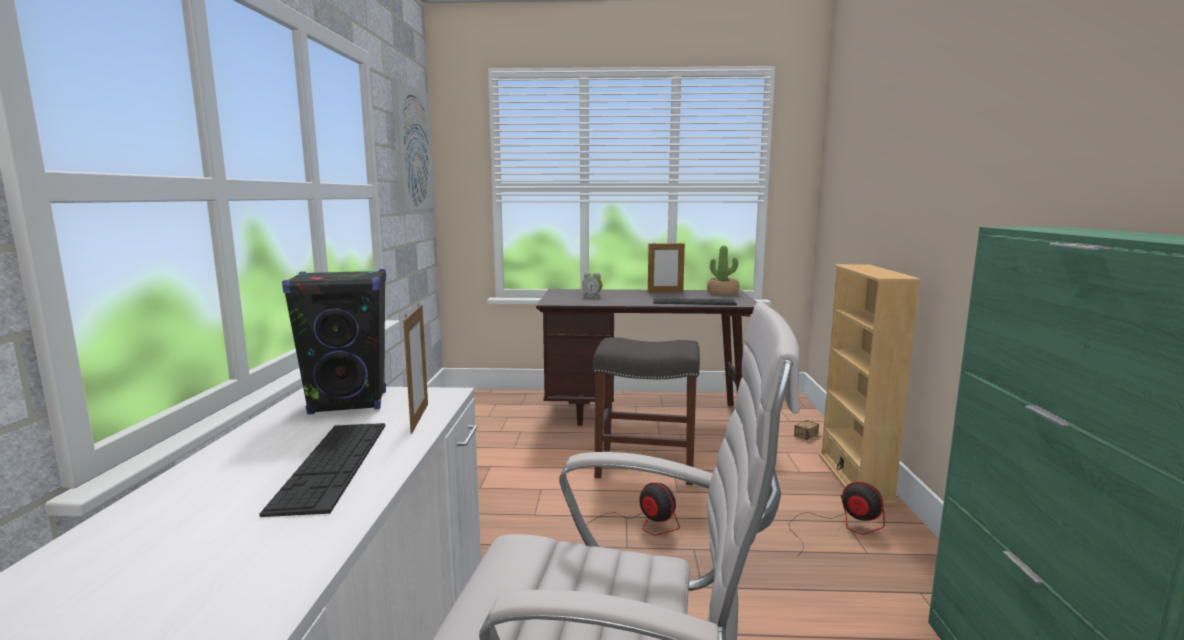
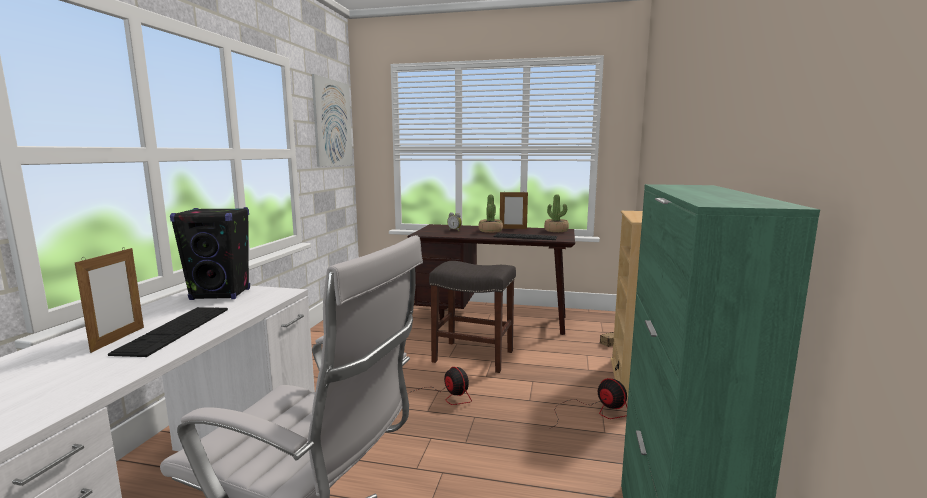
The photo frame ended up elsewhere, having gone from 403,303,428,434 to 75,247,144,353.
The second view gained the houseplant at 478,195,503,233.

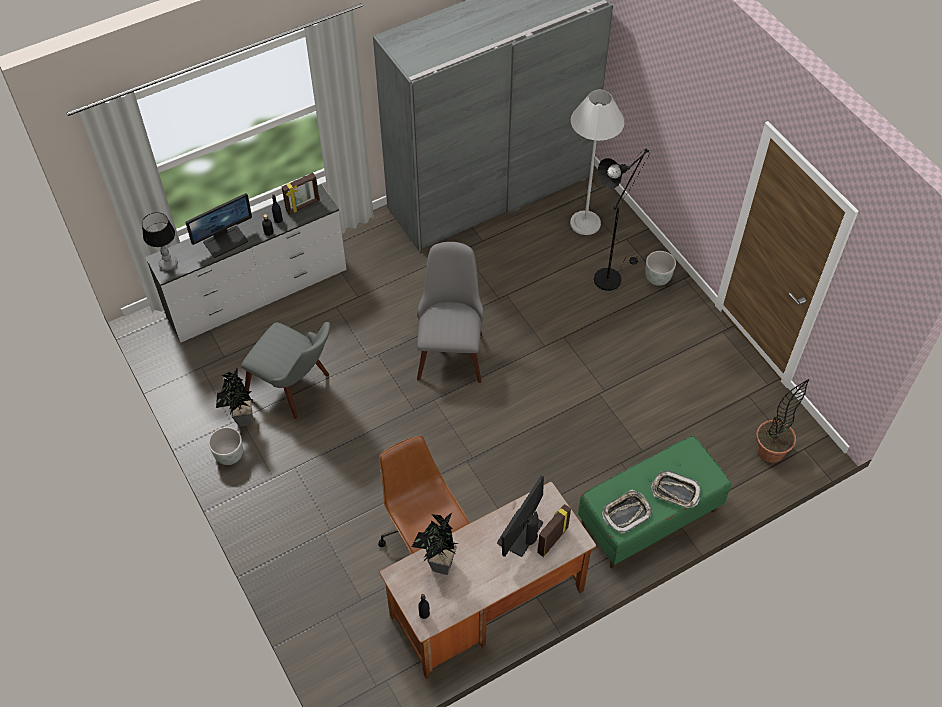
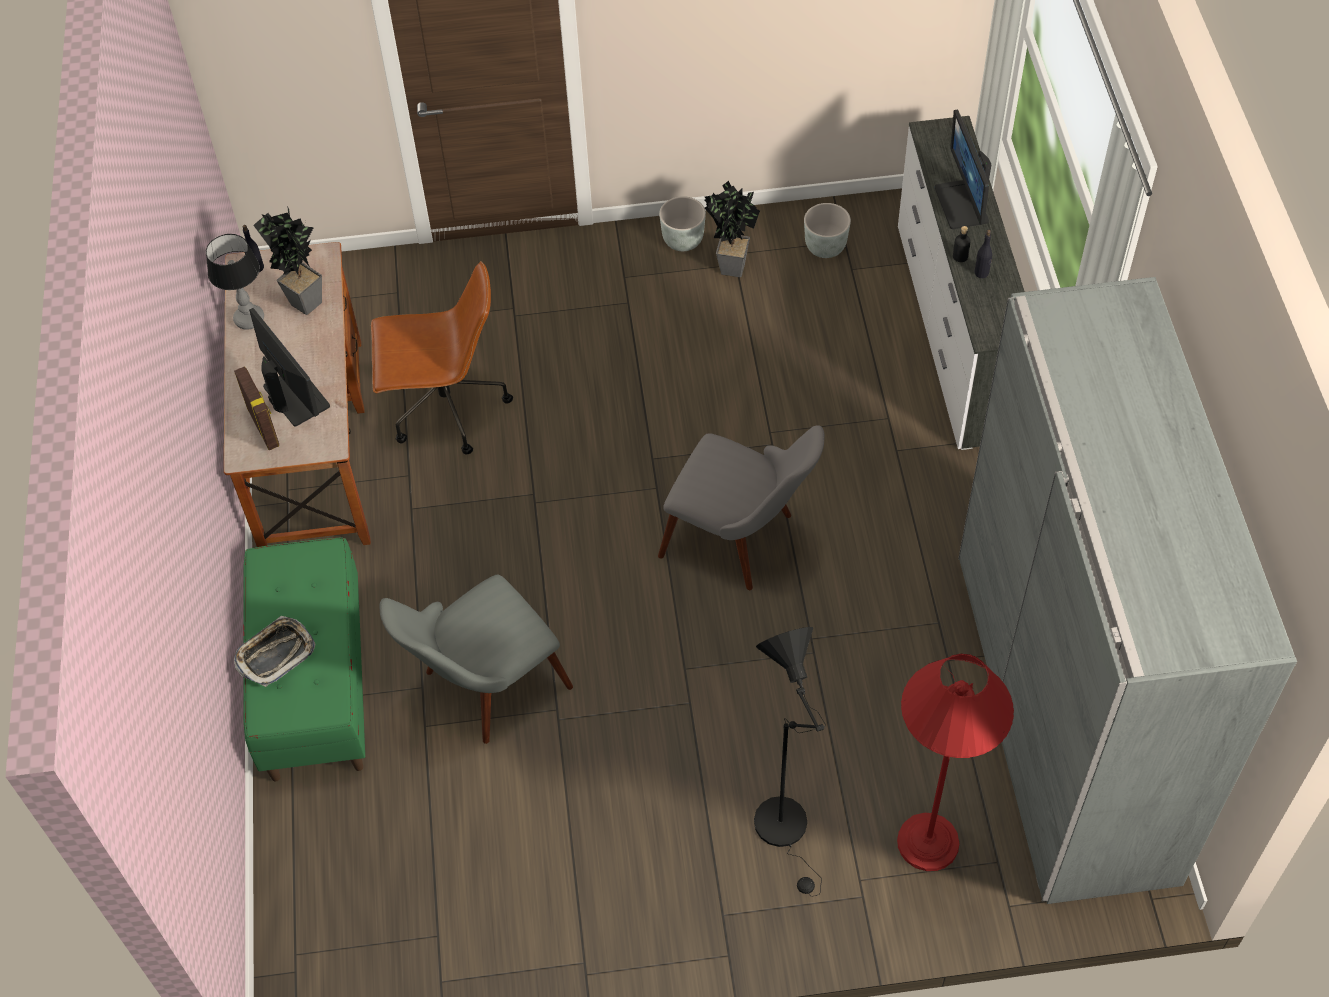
The tabletop lamp ended up elsewhere, having gone from 142,212,178,271 to 206,234,264,330.
The upright chair/grey ended up elsewhere, having gone from 241,322,331,419 to 380,575,573,744.
The planter/grey ended up elsewhere, having gone from 645,251,676,286 to 804,203,851,258.
What was the floor lamp/whitish at 570,89,625,235 turned into the floor lamp/red-coloured at 897,654,1014,871.
The second view lost the photo frame at 282,173,320,214.
The second view lost the serving tray at 602,489,653,534.
The second view lost the houseplant at 756,379,809,463.

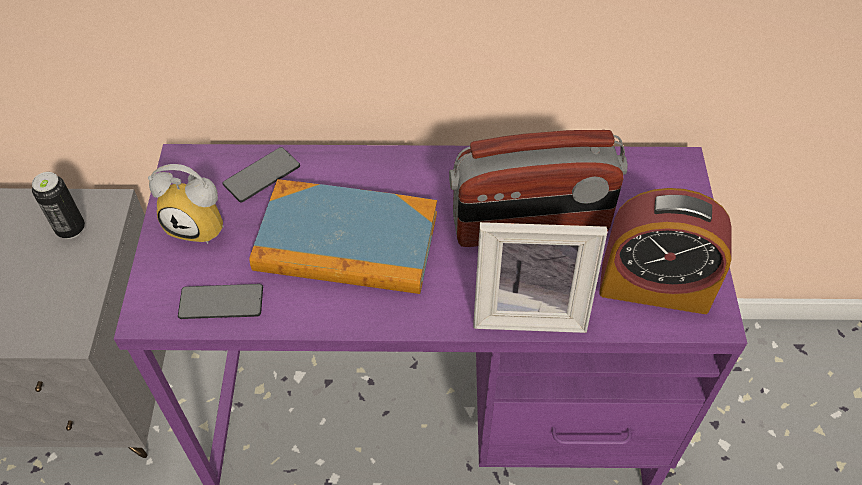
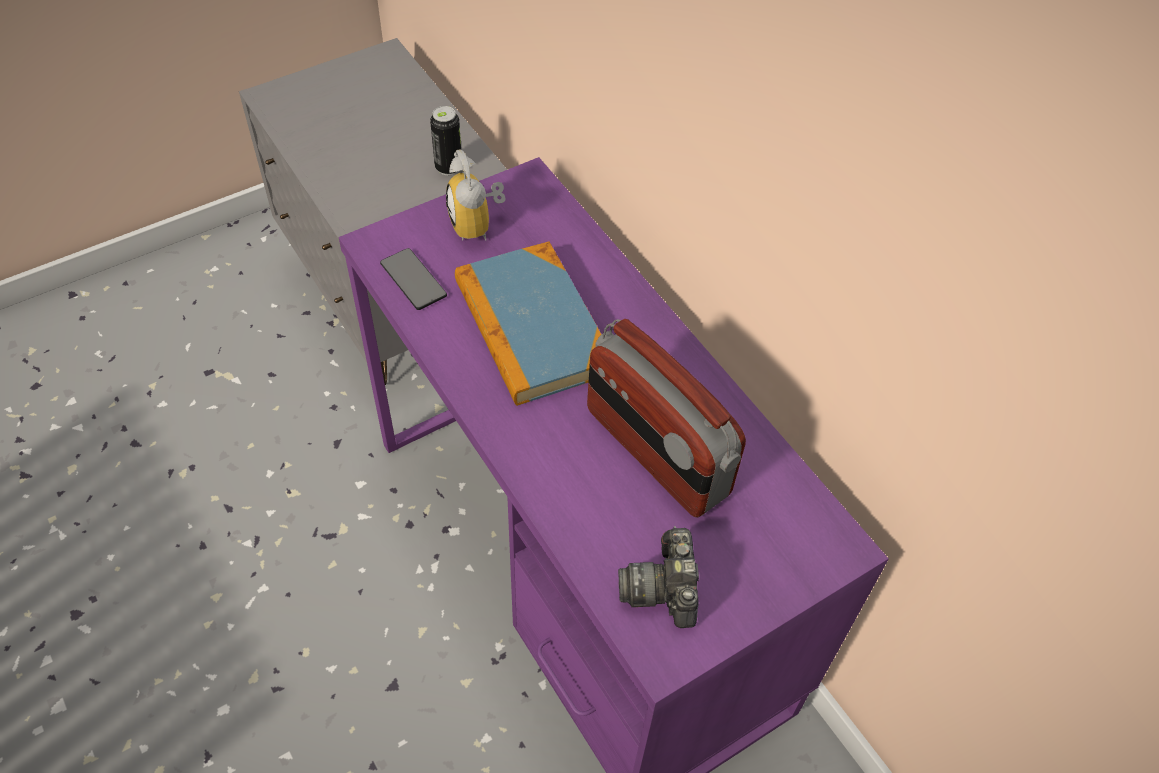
Where the bedside clock stood at 599,188,732,314, the photo camera came to stand at 618,526,699,628.
The second view lost the telephone at 223,147,300,203.
The second view lost the photo frame at 473,222,607,333.

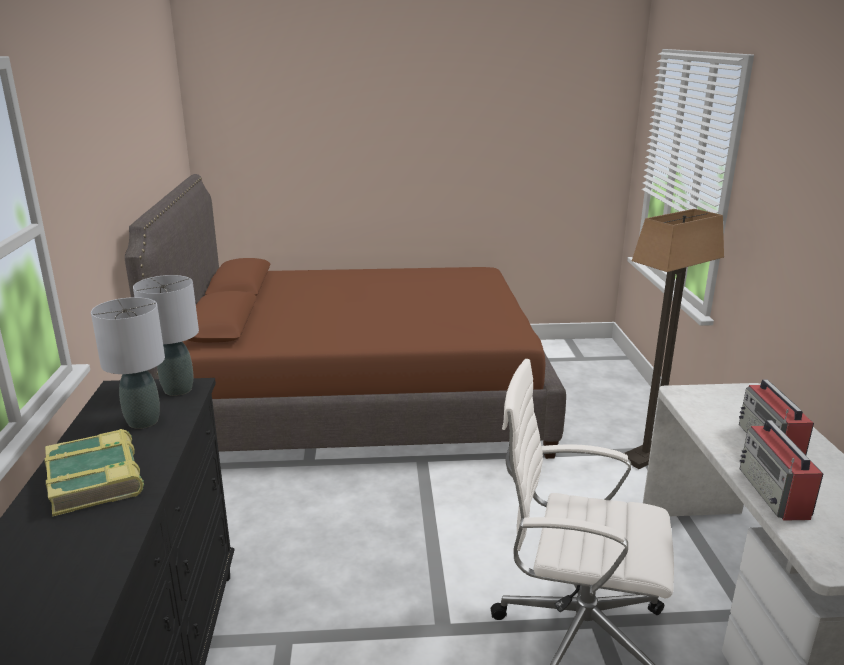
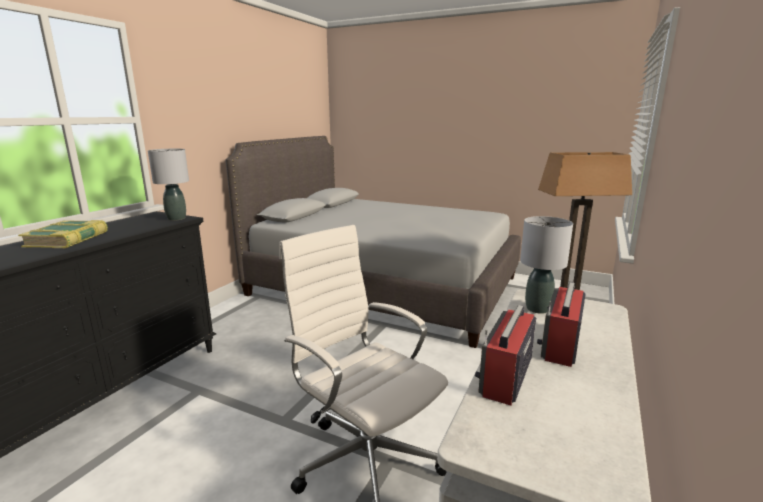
What was the bed/brown at 125,174,566,459 turned into the bed/grey at 225,136,521,348.
The tabletop lamp/grey ended up elsewhere, having gone from 91,297,165,429 to 520,216,573,314.

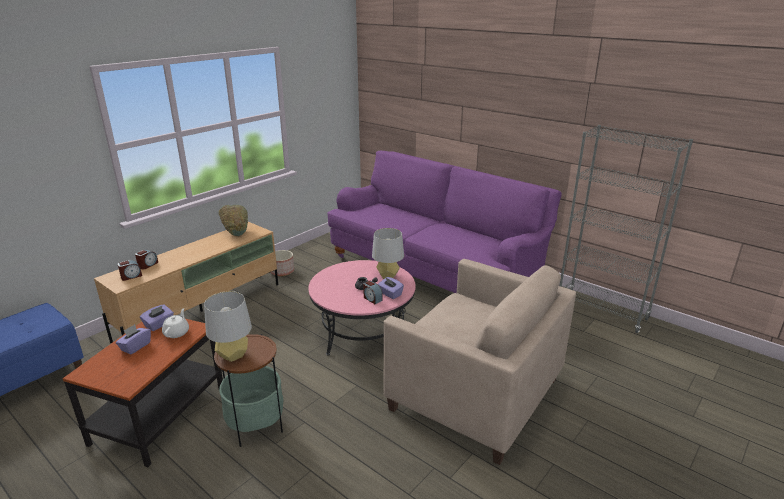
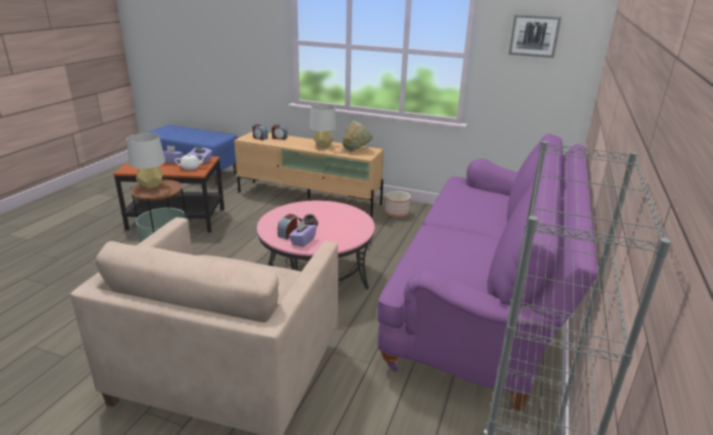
The tabletop lamp/grey ended up elsewhere, having gone from 372,228,404,279 to 310,104,337,148.
The second view gained the wall picture at 509,14,561,58.

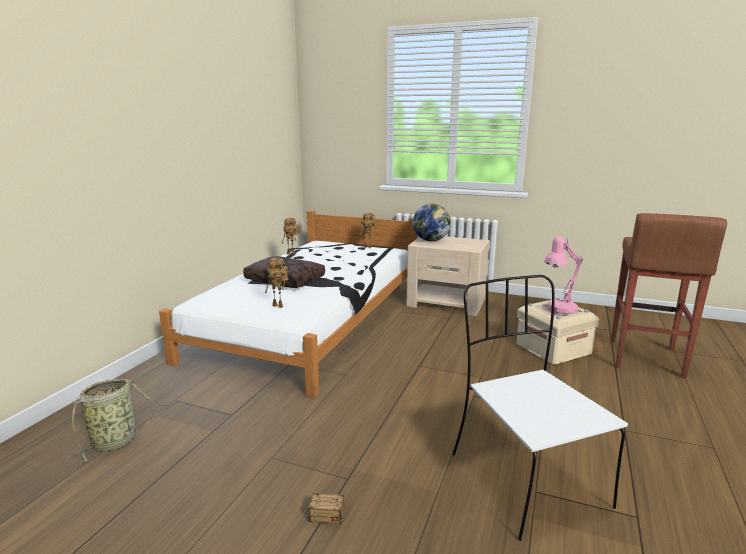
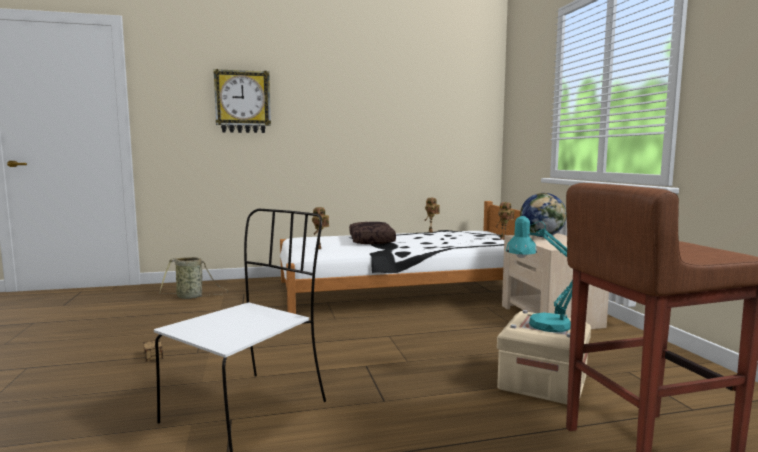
The second view gained the wall clock at 213,69,271,133.
What was the tabletop lamp/pinkish at 544,236,583,314 turned into the tabletop lamp/turquoise-coloured at 506,216,573,332.

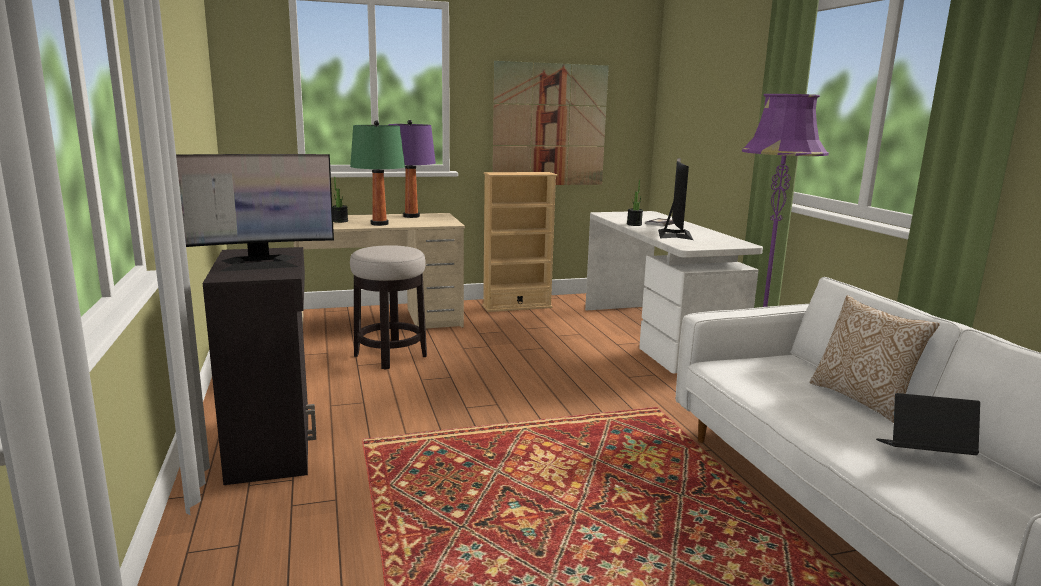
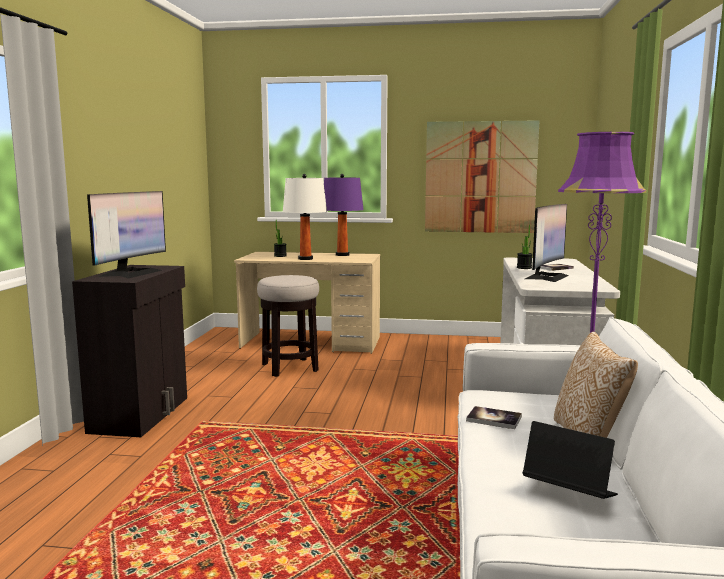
The computer display at 176,154,334,272 ended up facing another way, 75 degrees counterclockwise from before.
What was the tabletop lamp/green at 350,120,405,226 turned into the tabletop lamp/whitish at 283,174,327,260.
The second view gained the bound book at 466,406,522,429.
The second view lost the bookshelf/sand-coloured at 482,172,558,312.

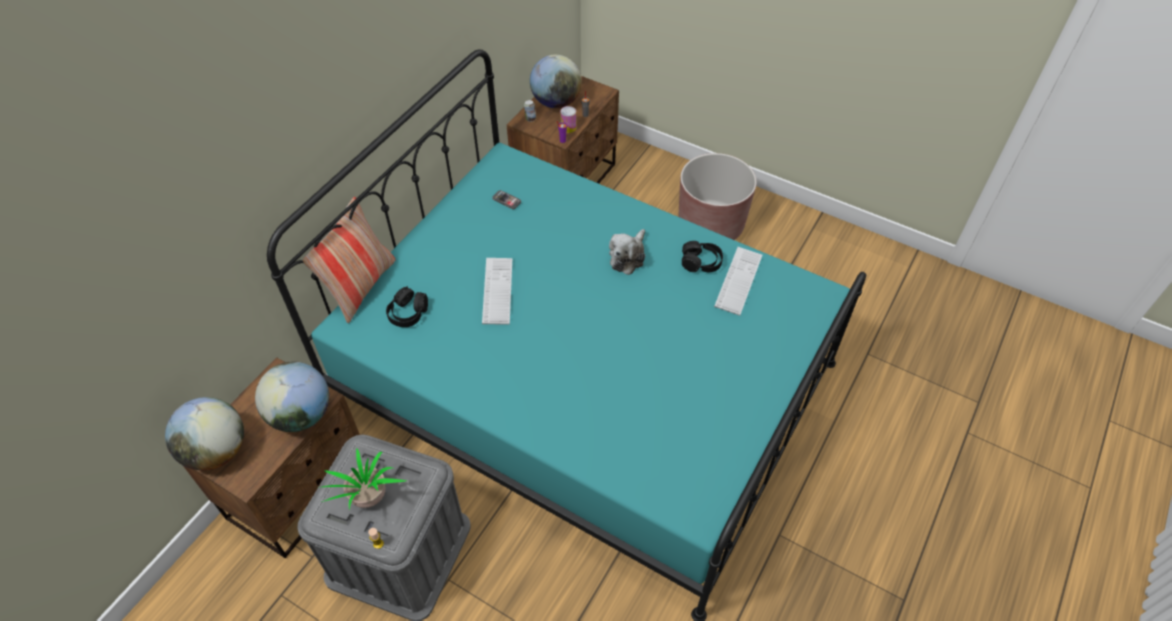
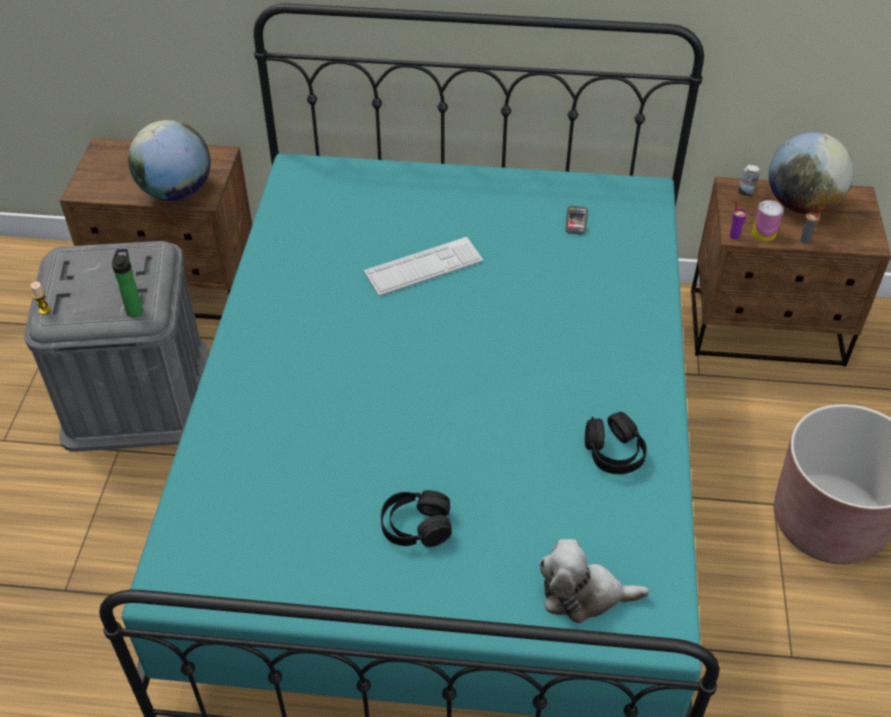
The second view gained the bottle at 112,249,143,318.
The headphones/blackish ended up elsewhere, having gone from 386,286,428,327 to 381,490,452,547.
The soft toy ended up elsewhere, having gone from 609,229,645,275 to 539,539,649,623.
The second view lost the desk globe at 165,397,244,470.
The second view lost the cushion at 303,197,395,323.
The second view lost the houseplant at 322,448,408,510.
The second view lost the keyboard at 714,247,762,316.

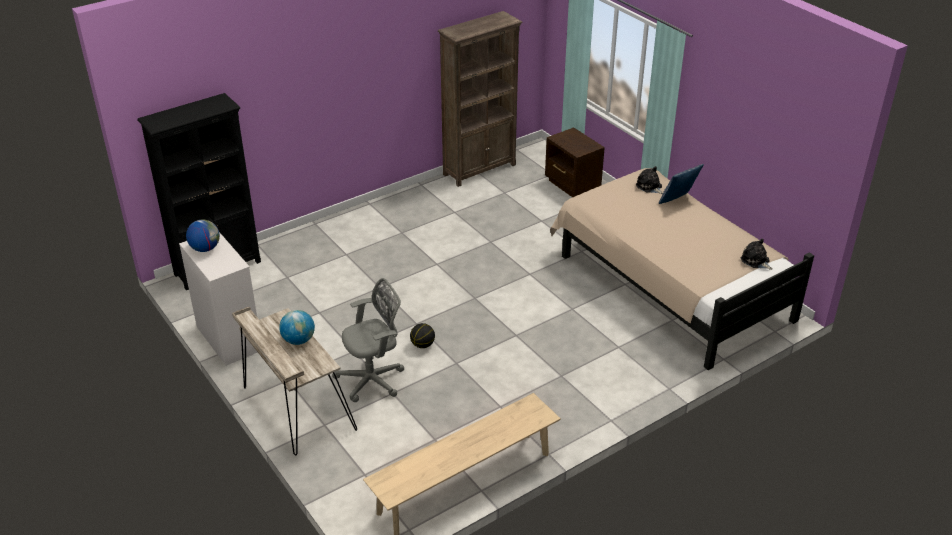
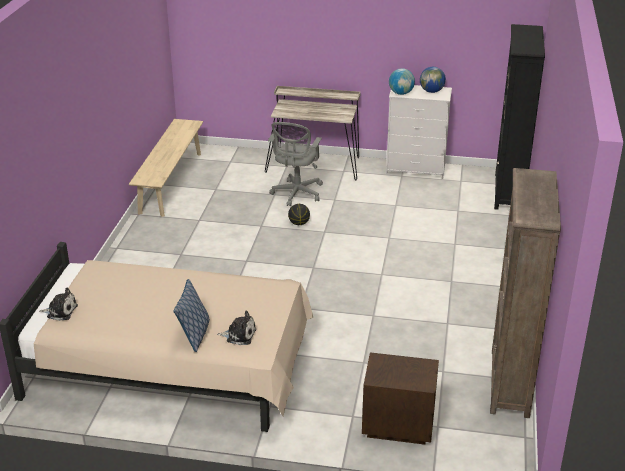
The desk globe ended up elsewhere, having gone from 279,310,315,345 to 389,68,415,95.

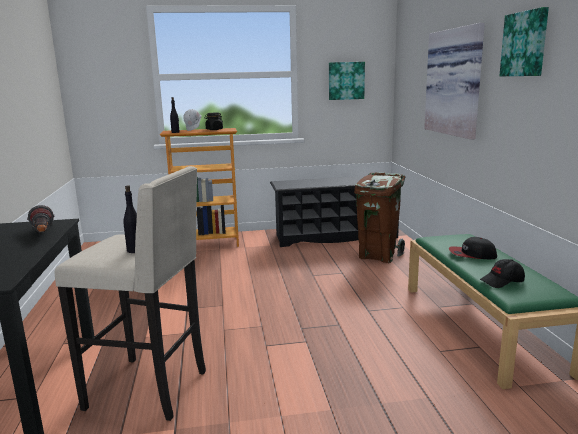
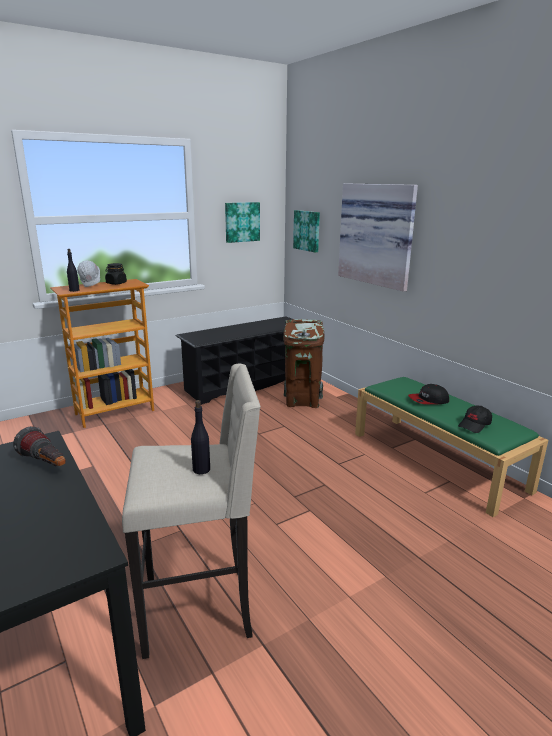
The wall picture ended up elsewhere, having gone from 500,7,549,76 to 293,210,320,252.

